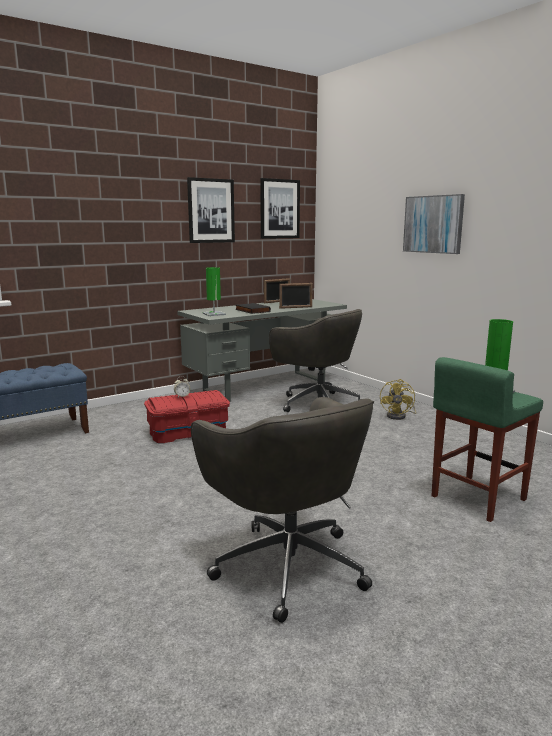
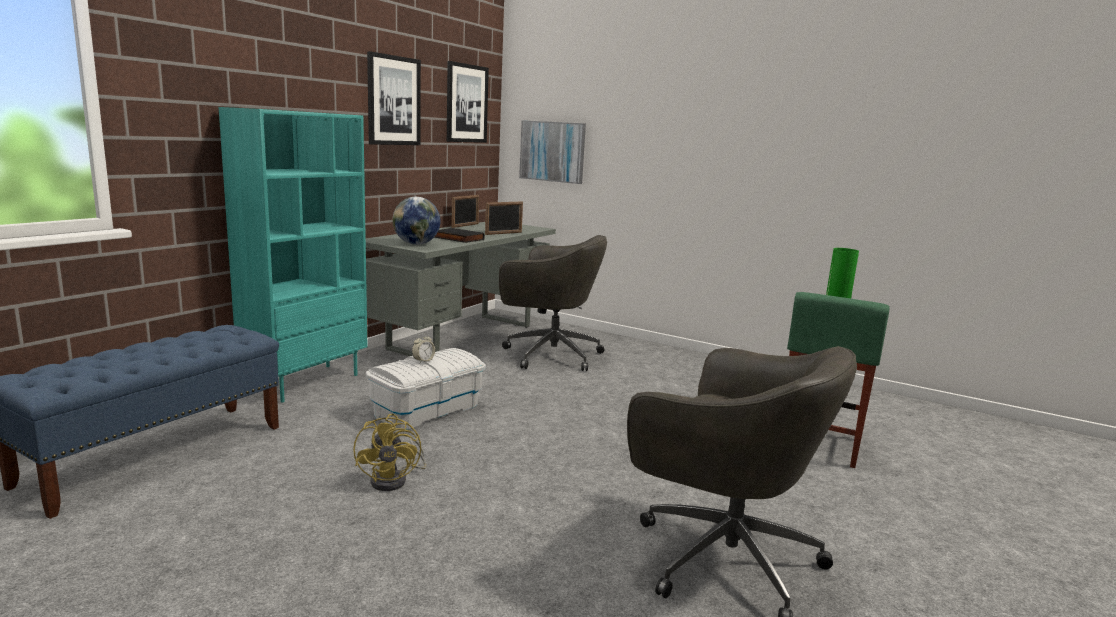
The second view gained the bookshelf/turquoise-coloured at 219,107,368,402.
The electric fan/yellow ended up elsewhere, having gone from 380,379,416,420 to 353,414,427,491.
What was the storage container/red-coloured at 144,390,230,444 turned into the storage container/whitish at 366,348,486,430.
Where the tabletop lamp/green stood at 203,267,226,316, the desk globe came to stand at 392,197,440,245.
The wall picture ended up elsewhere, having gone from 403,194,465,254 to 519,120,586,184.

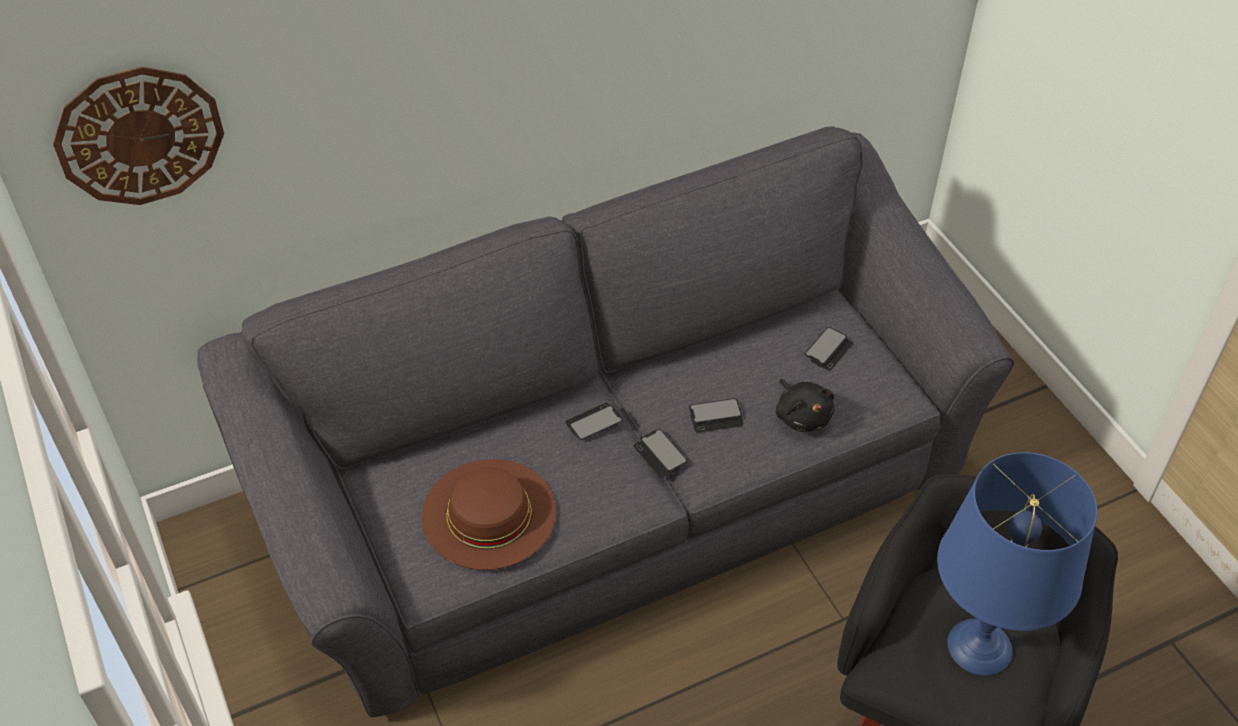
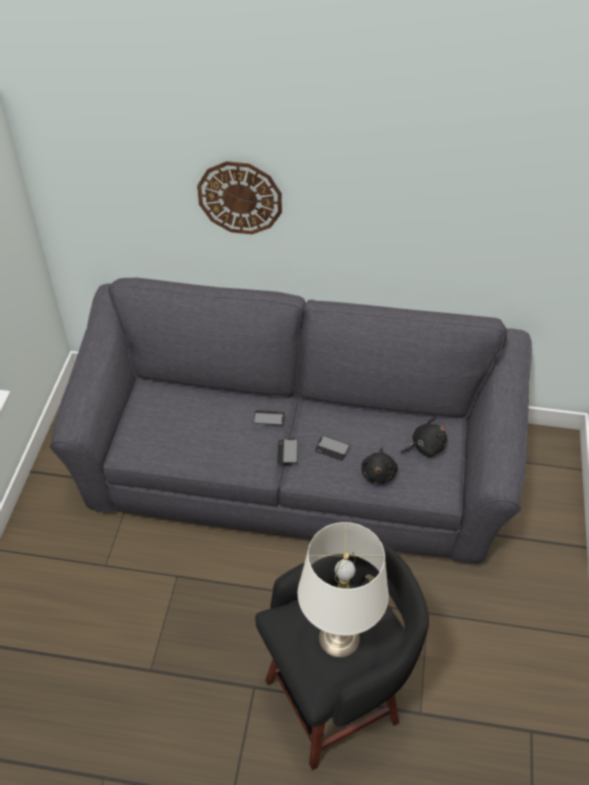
The wall clock ended up elsewhere, having gone from 53,67,224,205 to 197,161,282,234.
What was the tabletop lamp/blue at 937,452,1097,676 turned into the tabletop lamp/whitish at 298,522,389,657.
Where the telephone stood at 804,327,853,371, the soft toy/blackish came to stand at 401,418,447,457.
The second view lost the wearable hat/brown at 422,459,556,570.

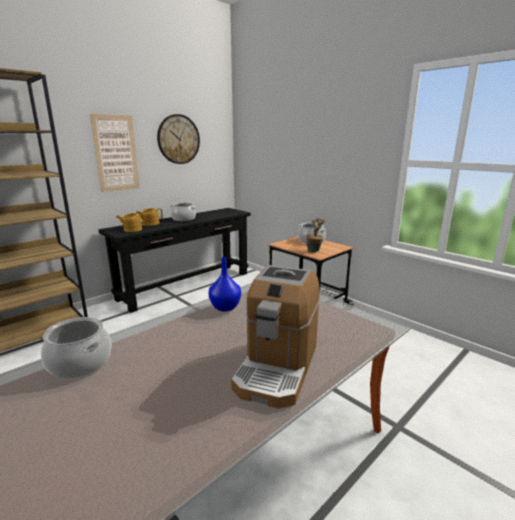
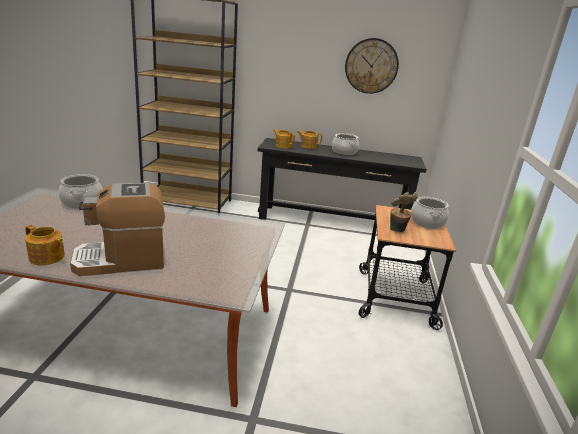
The second view gained the teapot at 25,225,65,265.
The second view lost the wall picture at 90,114,140,192.
The second view lost the vase/blue at 208,257,241,311.

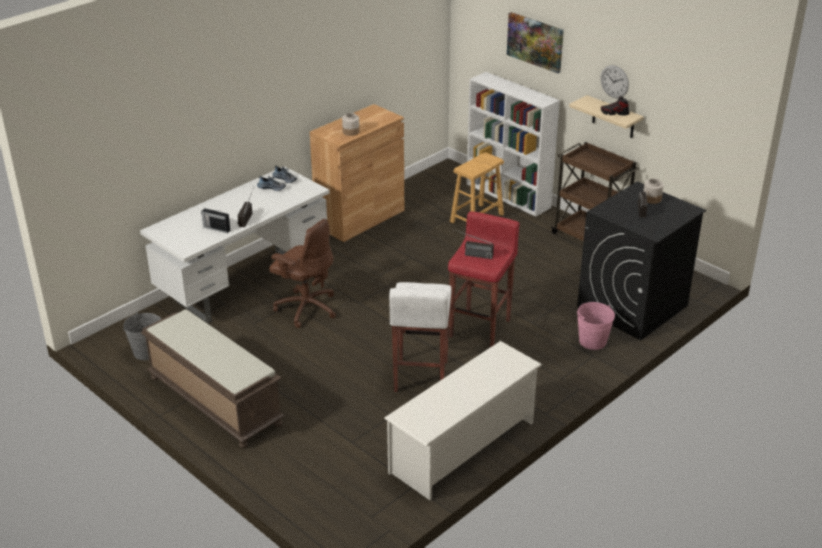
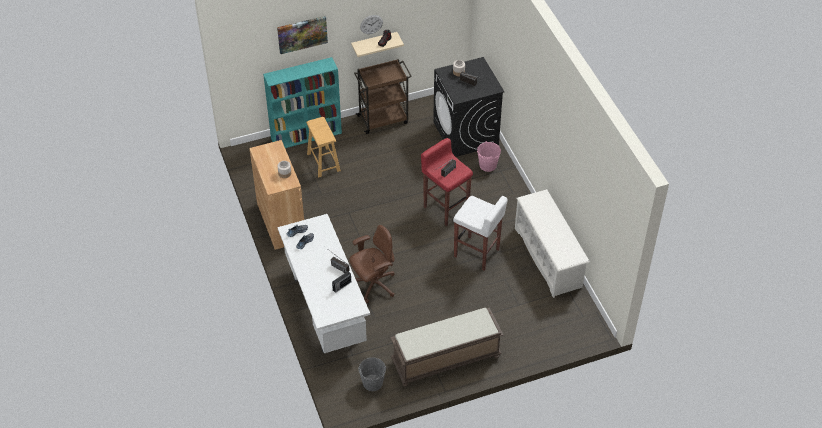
What was the bookshelf/whitish at 466,72,560,217 turned into the bookshelf/turquoise-coloured at 263,57,342,148.

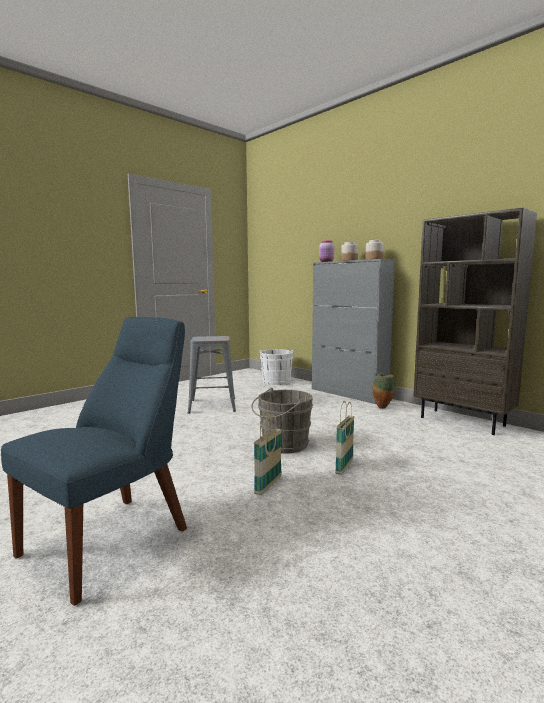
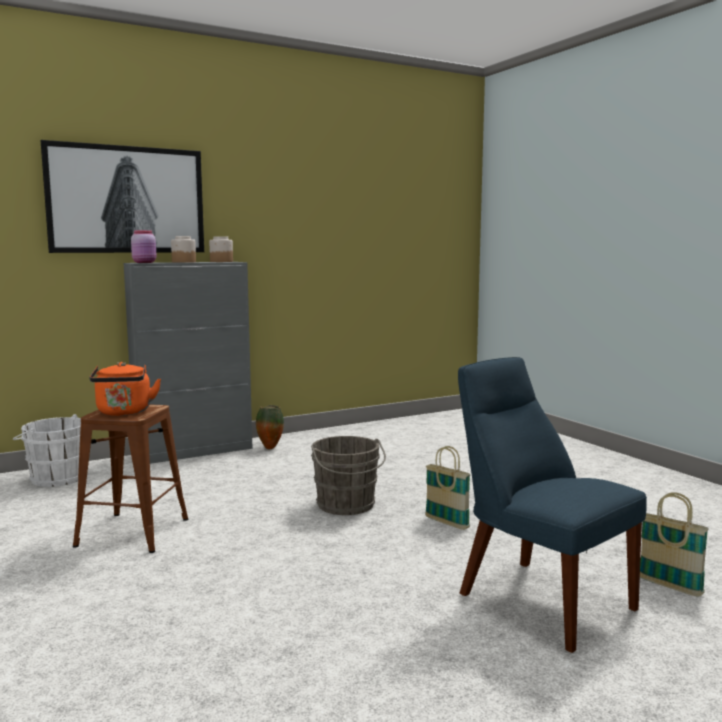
The second view gained the wall picture at 41,140,204,253.
What was the sitting stool/grey at 188,336,236,414 turned into the sitting stool/brown at 73,404,188,553.
The second view gained the tea kettle/orange at 90,362,161,416.
The basket ended up elsewhere, having gone from 335,401,354,475 to 640,492,709,596.
The second view lost the bookshelf/brown at 413,207,537,435.

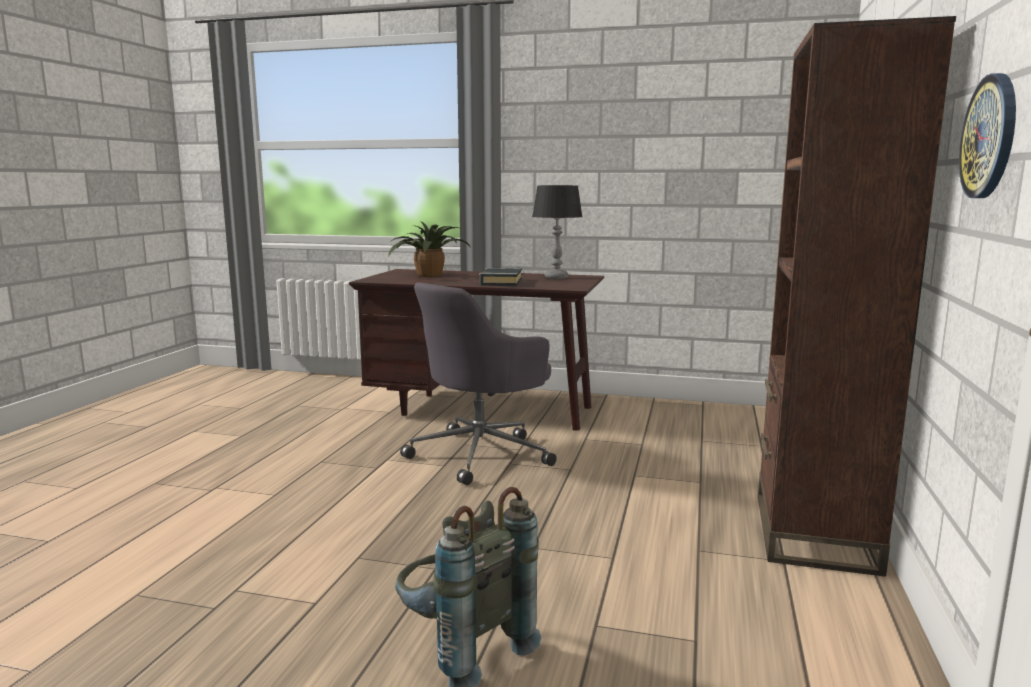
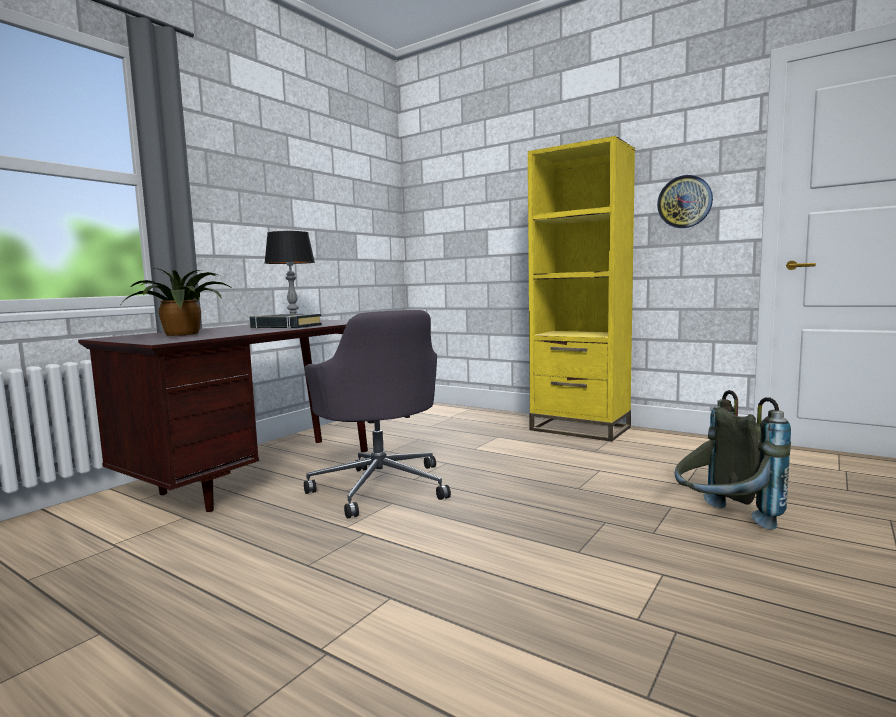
What was the bookshelf/brown at 758,16,956,577 turned into the bookshelf/yellow at 528,136,635,442.

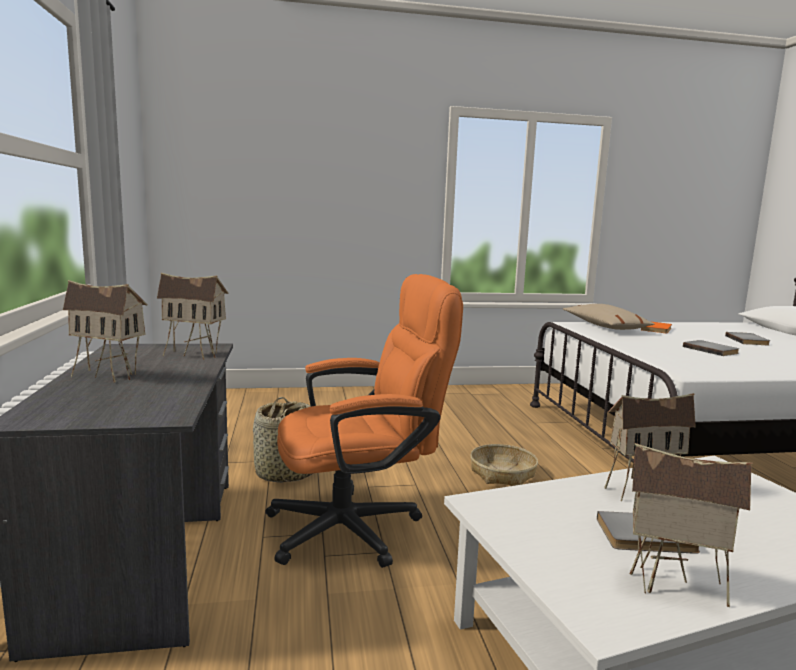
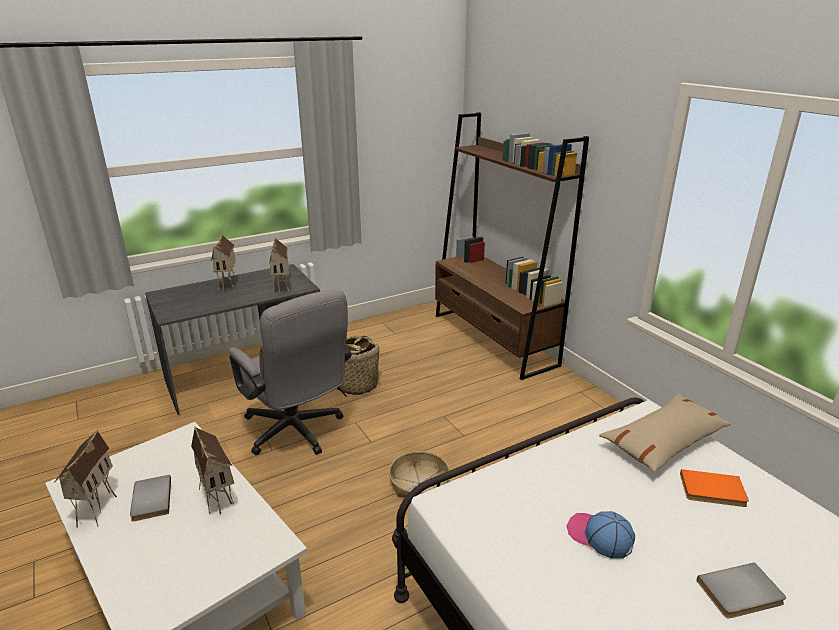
What was the office chair/orange at 265,274,463,568 turned into the office chair/grey at 229,289,352,455.
The second view gained the bookshelf/brown at 435,112,589,380.
Where the bound book/grey stood at 683,340,740,356, the cap came to stand at 566,511,635,559.

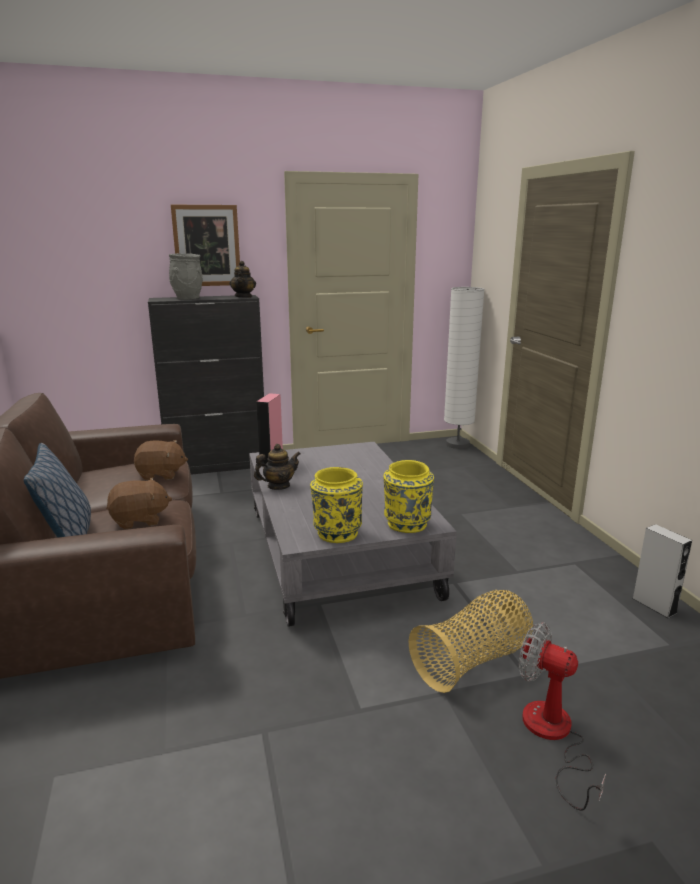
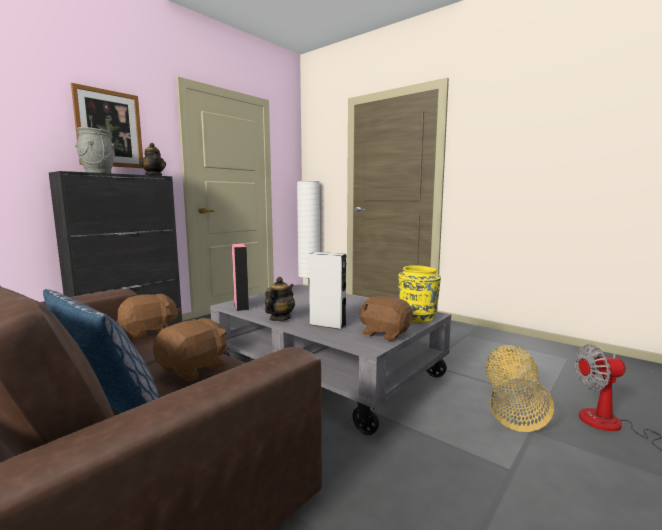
The audio speaker/grey ended up elsewhere, having gone from 632,524,692,619 to 309,252,346,330.
Where the vase/yellow stood at 310,467,363,543, the soft toy/brown came to stand at 359,296,413,341.

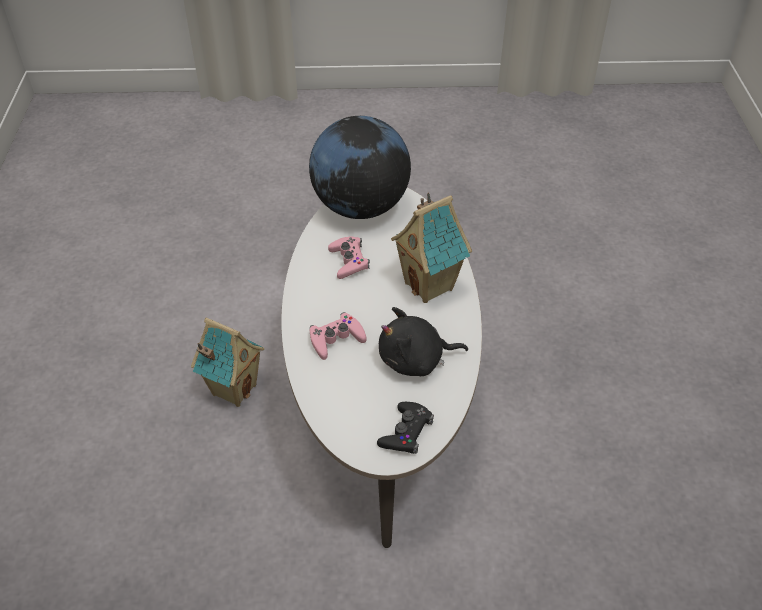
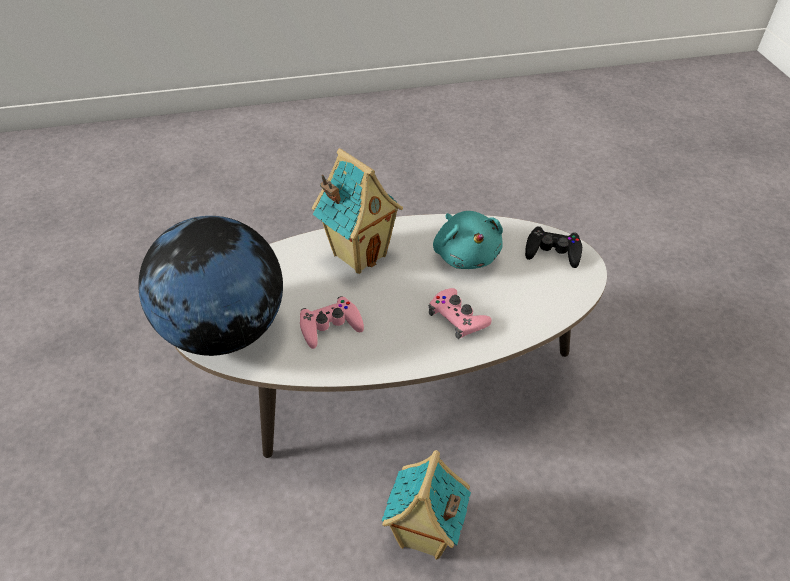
What was the soft toy/blackish at 379,307,468,376 turned into the soft toy/turquoise-coloured at 433,211,503,269.

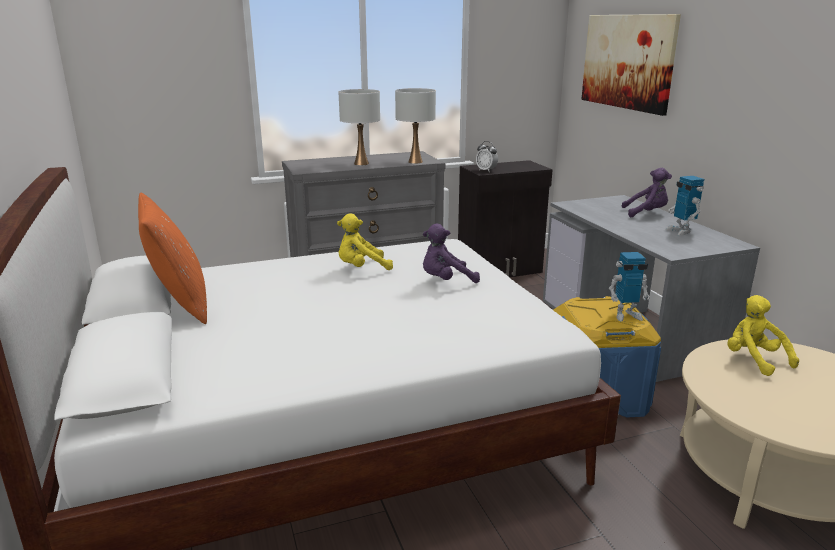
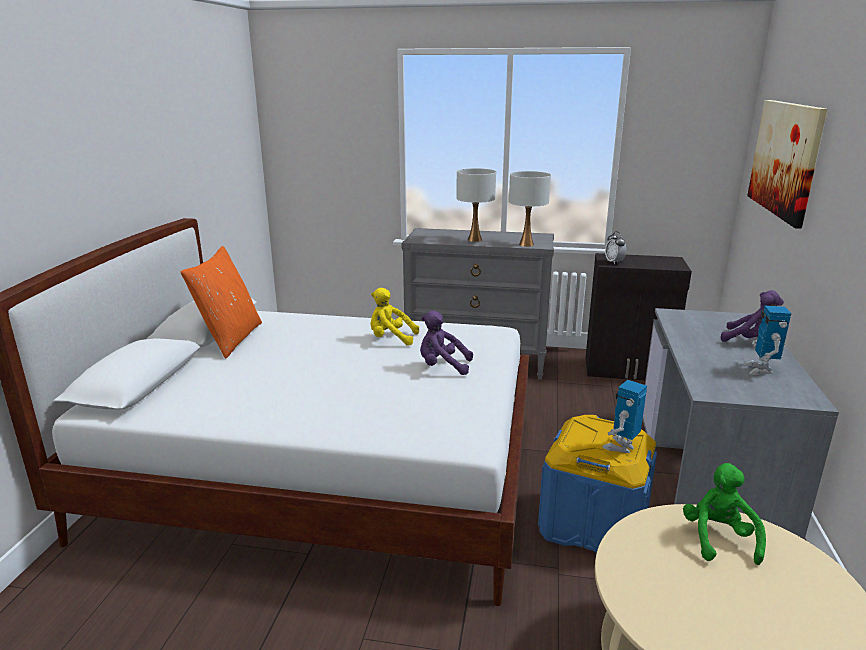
The toy robot at 609,252,650,321 ended up facing another way, 105 degrees clockwise from before.
What was the soft toy/yellow at 727,295,799,376 turned into the soft toy/green at 683,463,766,565.

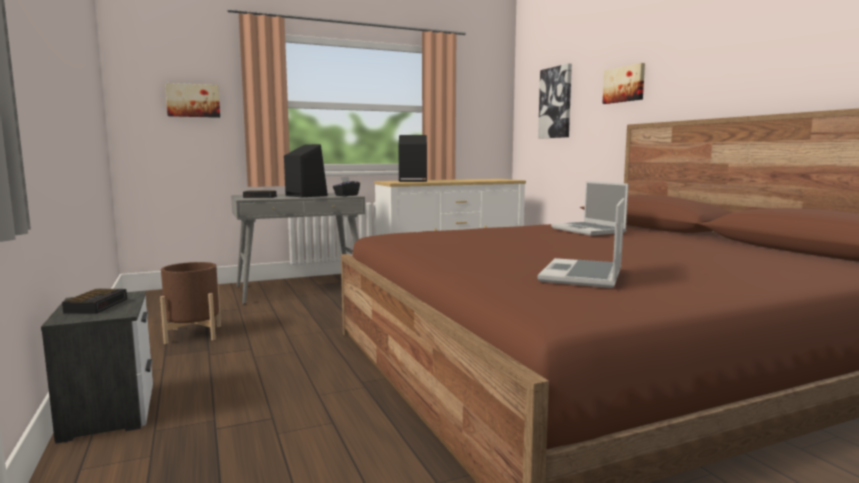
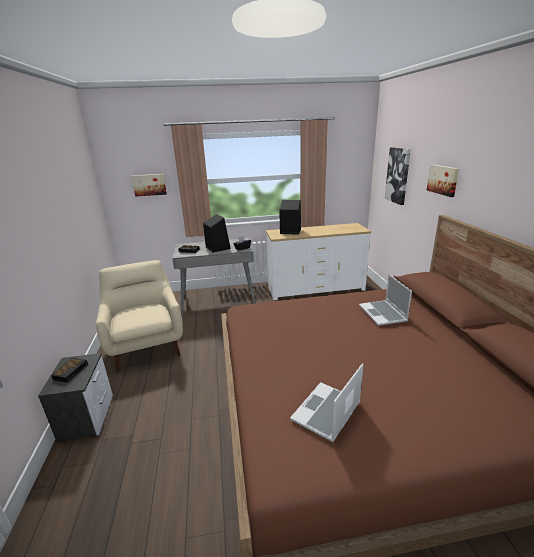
Where the planter/brown stood at 160,262,221,344, the easy chair/sand-coloured came to stand at 96,260,183,372.

